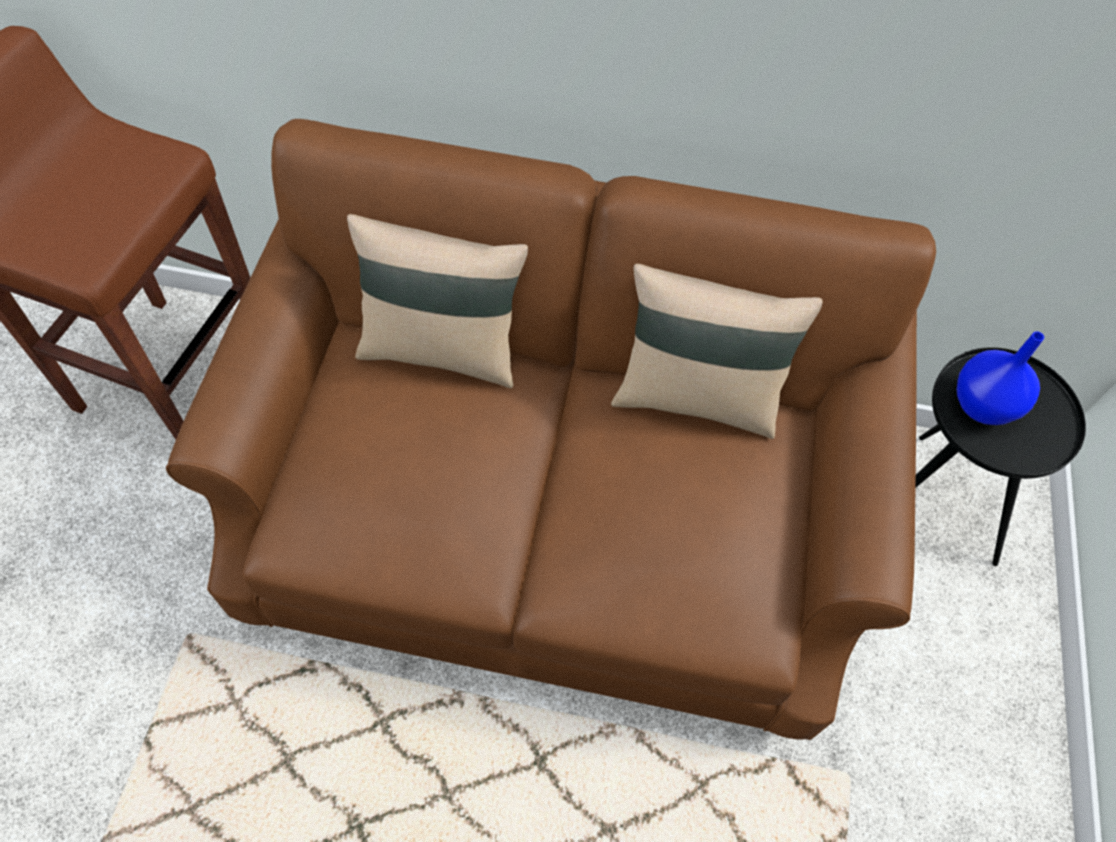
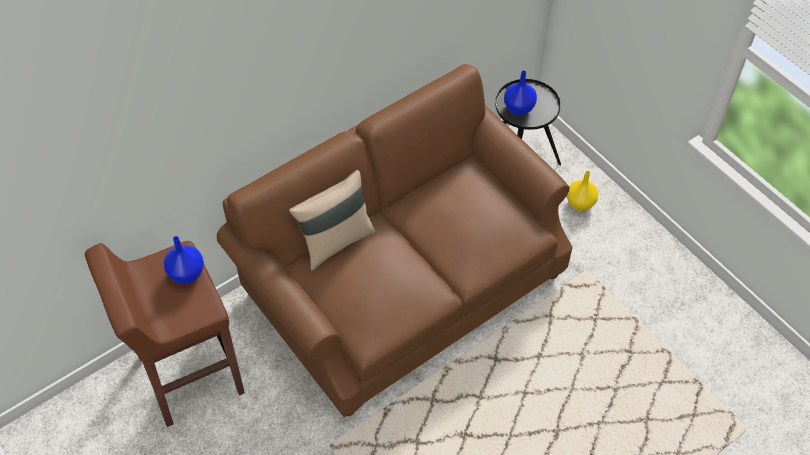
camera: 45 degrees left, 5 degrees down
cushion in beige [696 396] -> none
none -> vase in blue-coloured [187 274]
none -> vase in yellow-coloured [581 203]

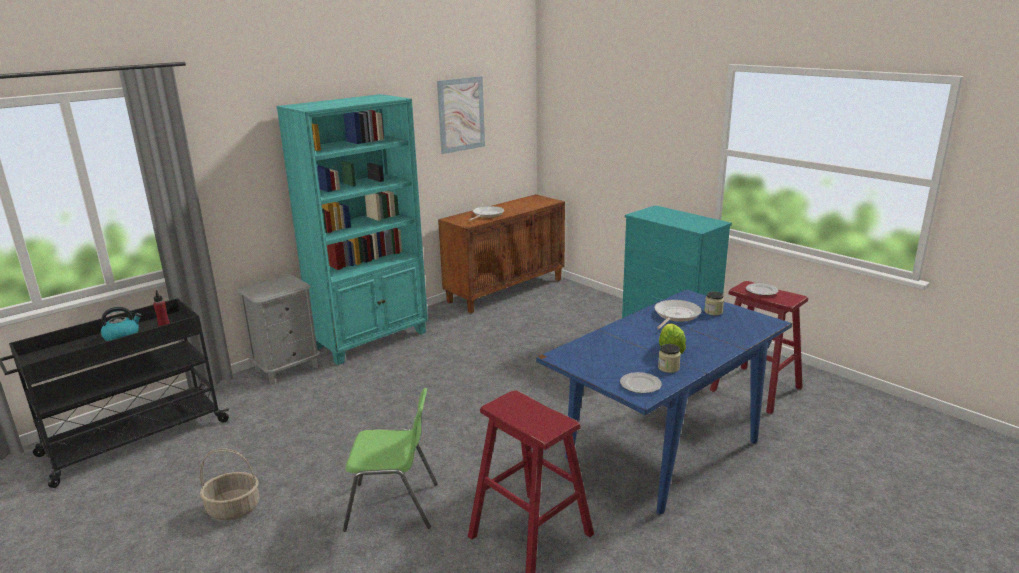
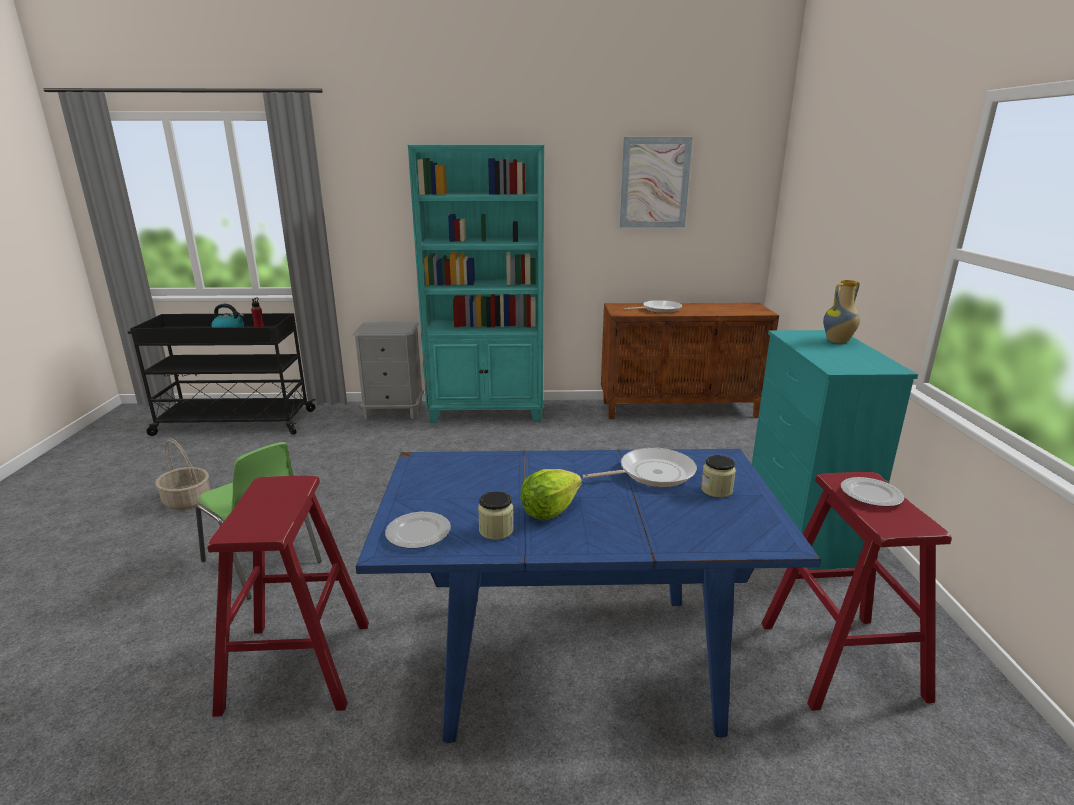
camera: 40 degrees right, 0 degrees up
none -> vase [838 341]

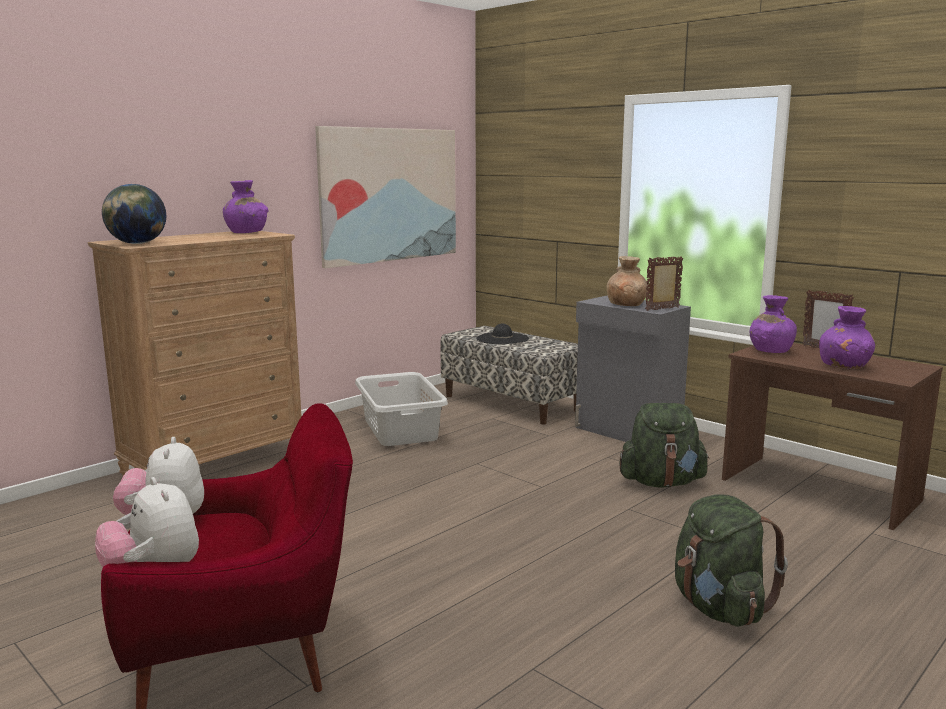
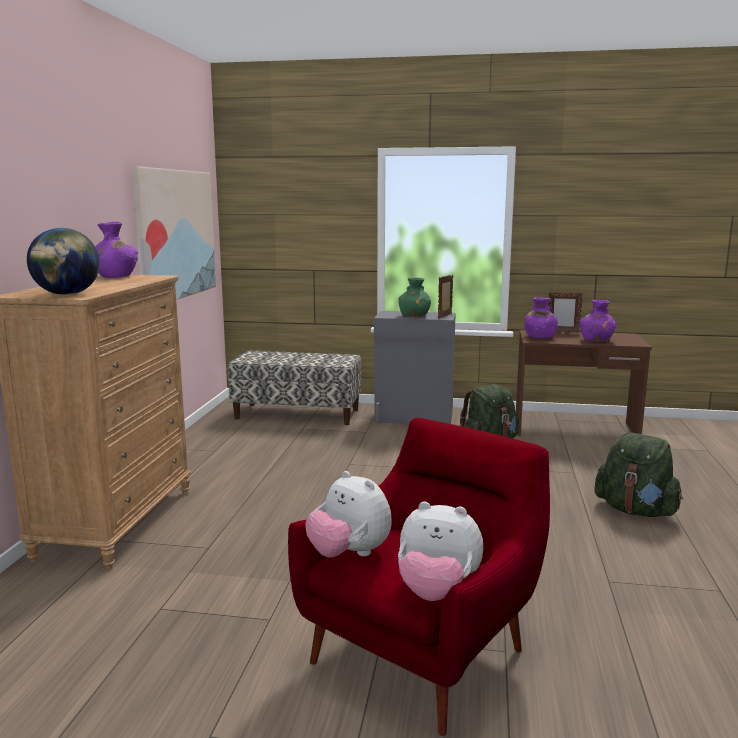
camera: 35 degrees left, 0 degrees up
laundry basket in greyish [399 429] -> none
wearable hat in blackish [502 338] -> none
vase in brownish [626 305] -> vase in green [414 316]

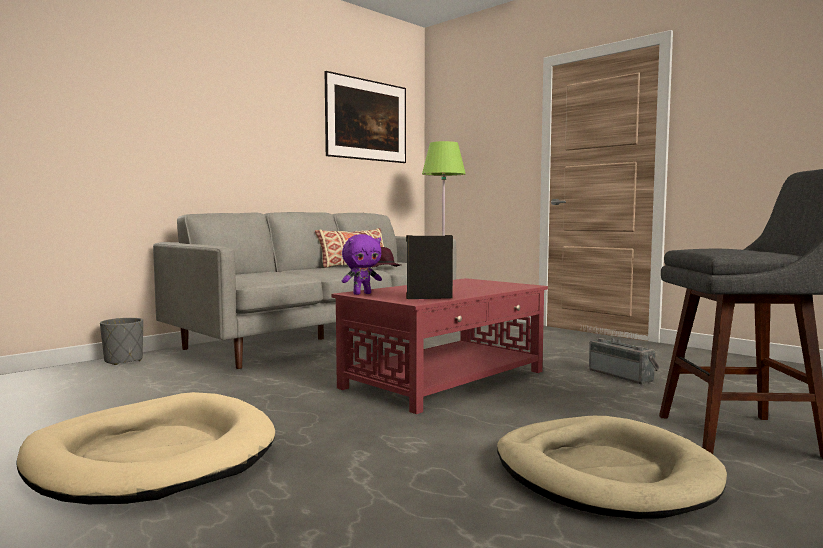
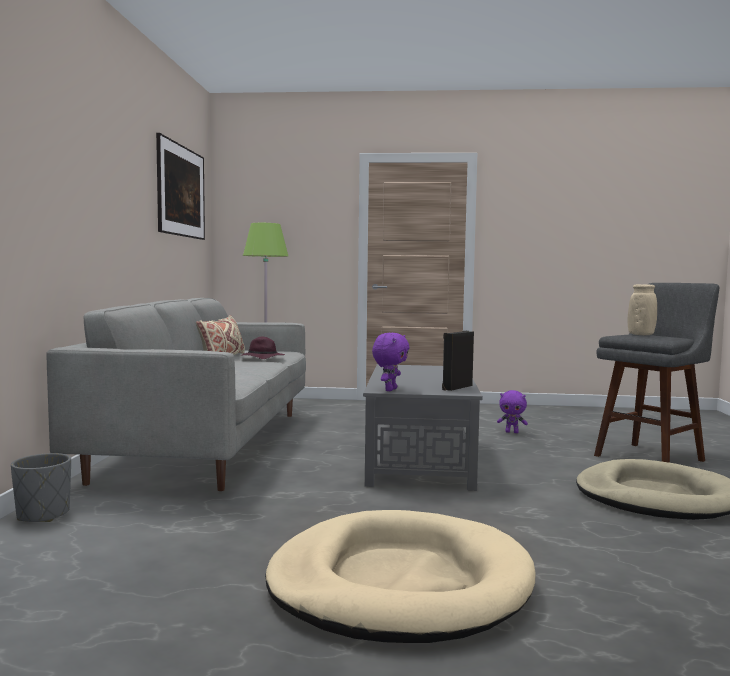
camera: 40 degrees left, 0 degrees up
low table in red-coloured [445 379] -> low table in greyish [420 459]
radio [622 375] -> cuddly toy in purple-coloured [512 432]
none -> vase in beige [641 335]

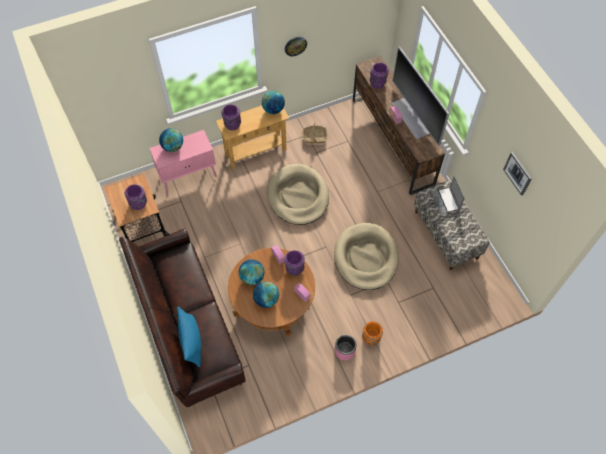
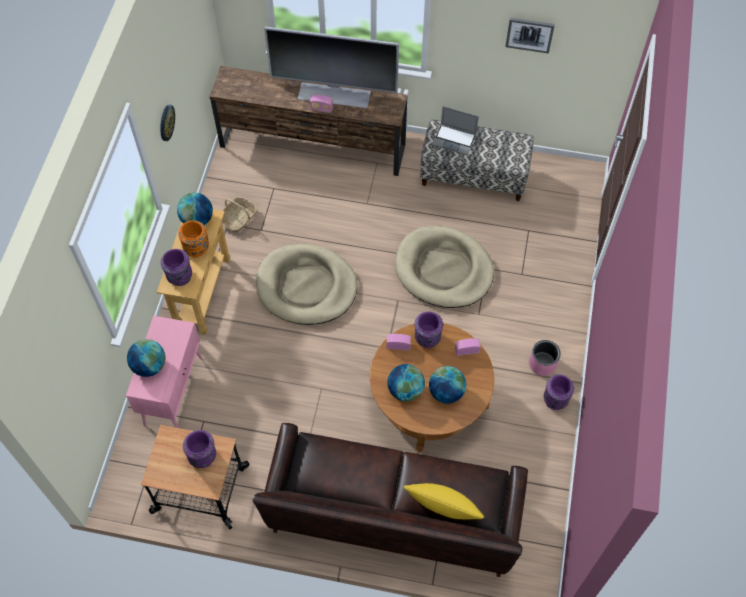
camera: 55 degrees left, 0 degrees up
cushion in blue-coloured [191 341] -> cushion in yellow-coloured [443 507]
vase in orange-coloured [371 338] -> vase in orange-coloured [197 248], move
vase in purple-coloured [377 83] -> vase in purple-coloured [555 399], move

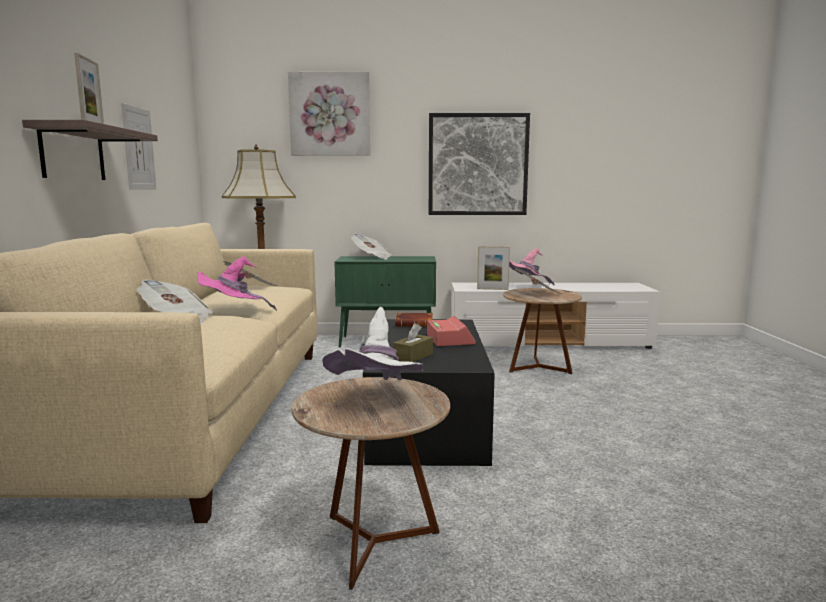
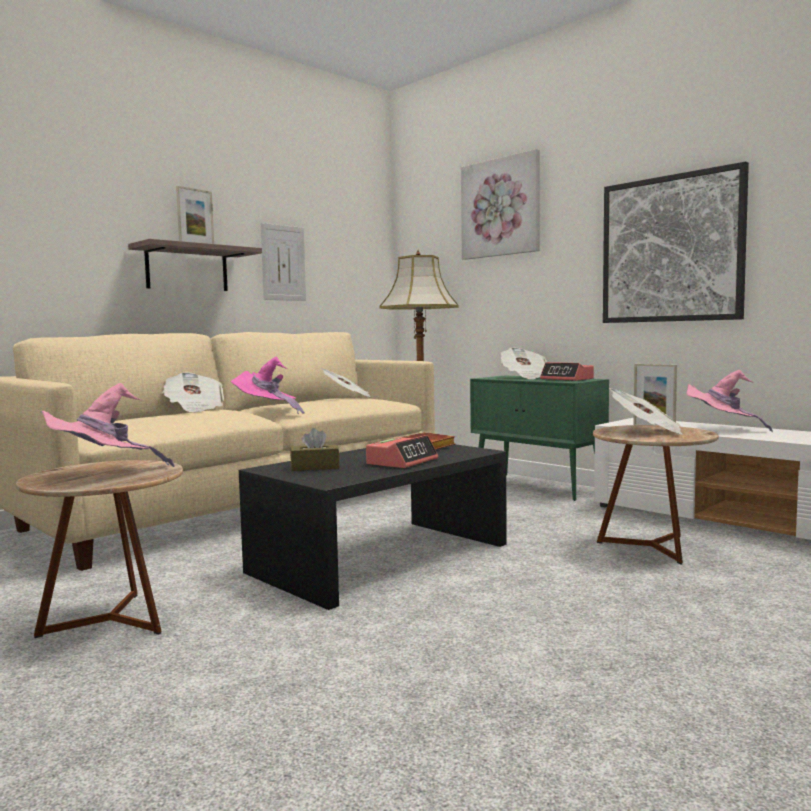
camera: 45 degrees right, 5 degrees down
wearable hat in white [377 401] -> wearable hat in pink-coloured [104 474]
none -> table clock [567 379]

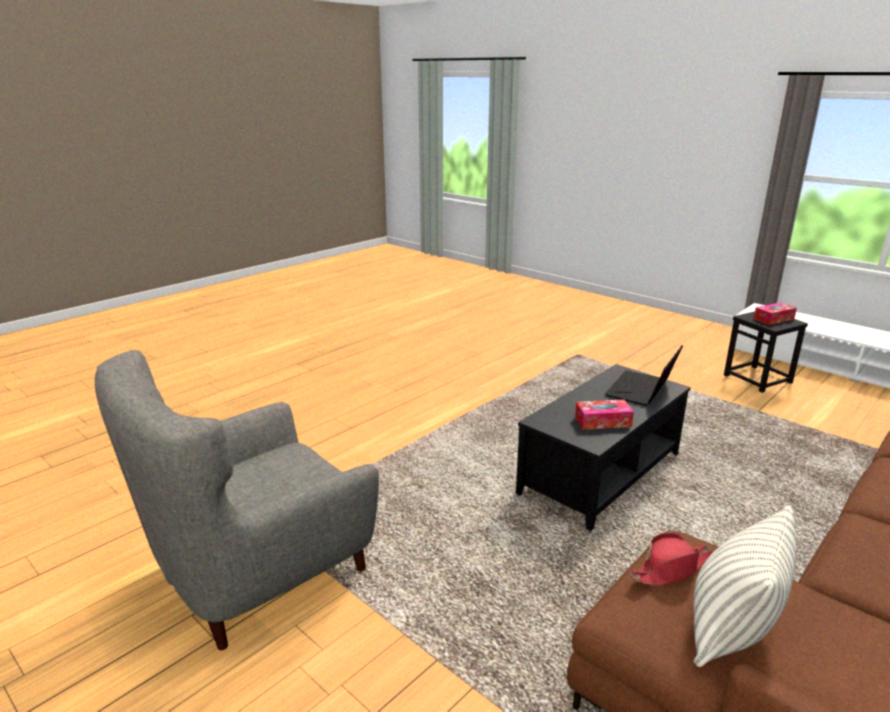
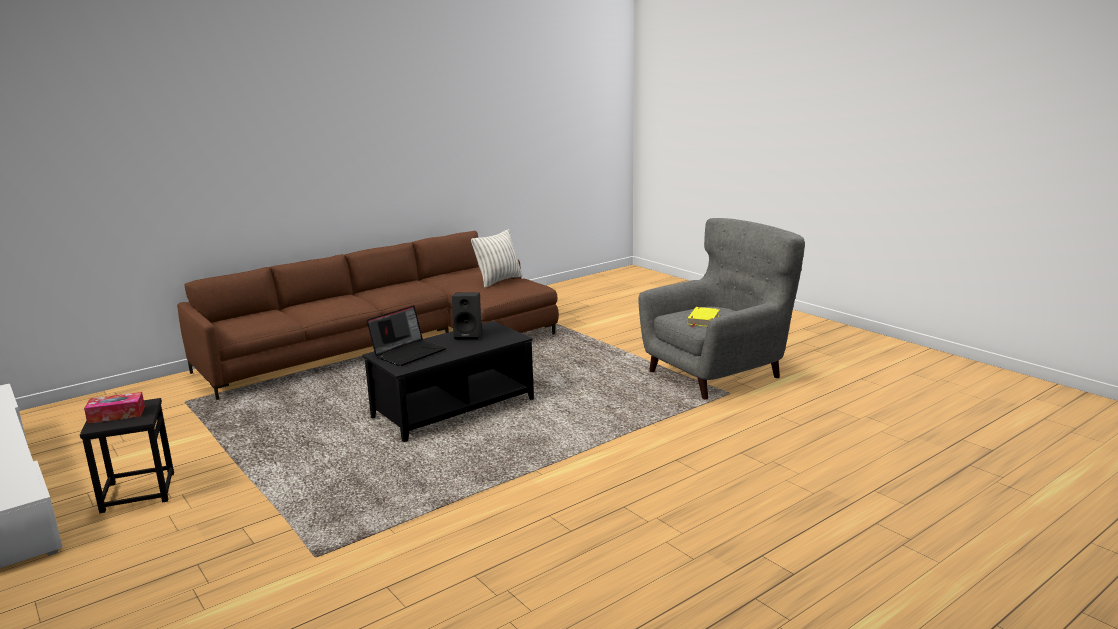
camera: 170 degrees left, 5 degrees down
tissue box [602 421] -> speaker in blackish [469 335]
wearable hat in red-coloured [671 568] -> none
none -> volume in yellow-coloured [703 320]

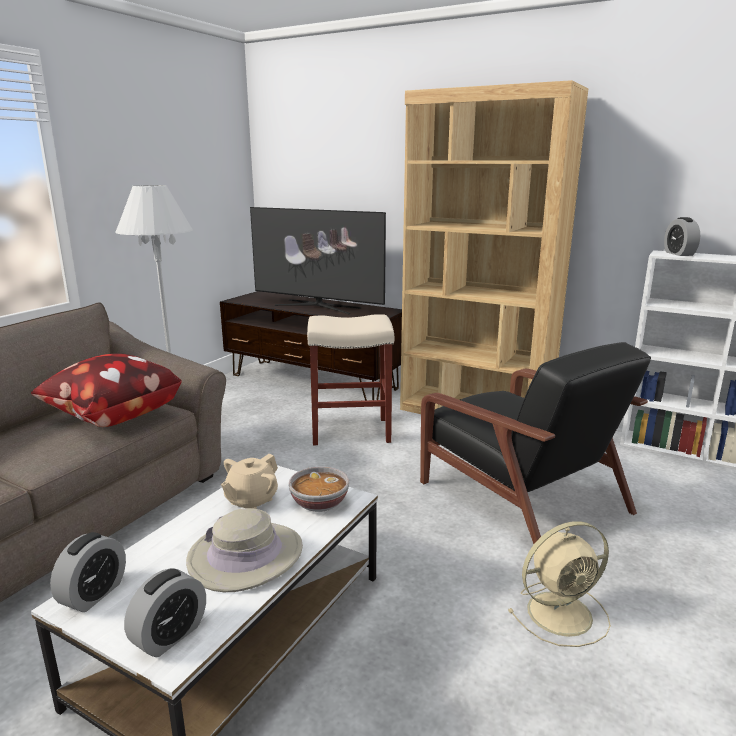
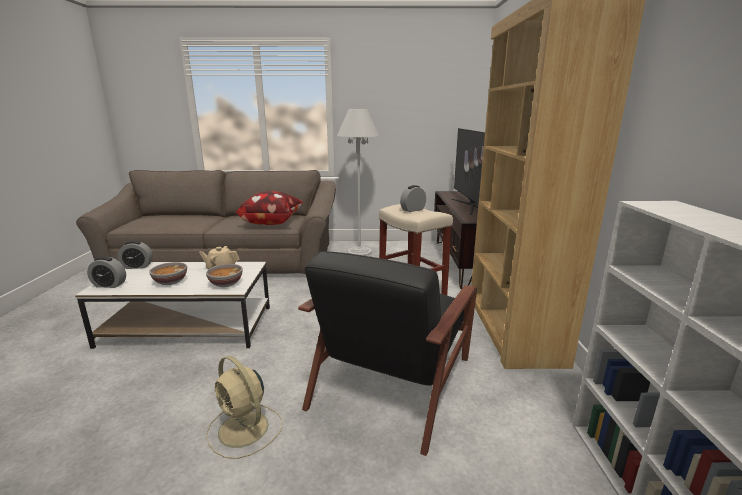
camera: 60 degrees right, 0 degrees up
wearable hat in beige [245 556] -> deep dish [170 281]
table clock [679 254] -> table clock [413 210], move

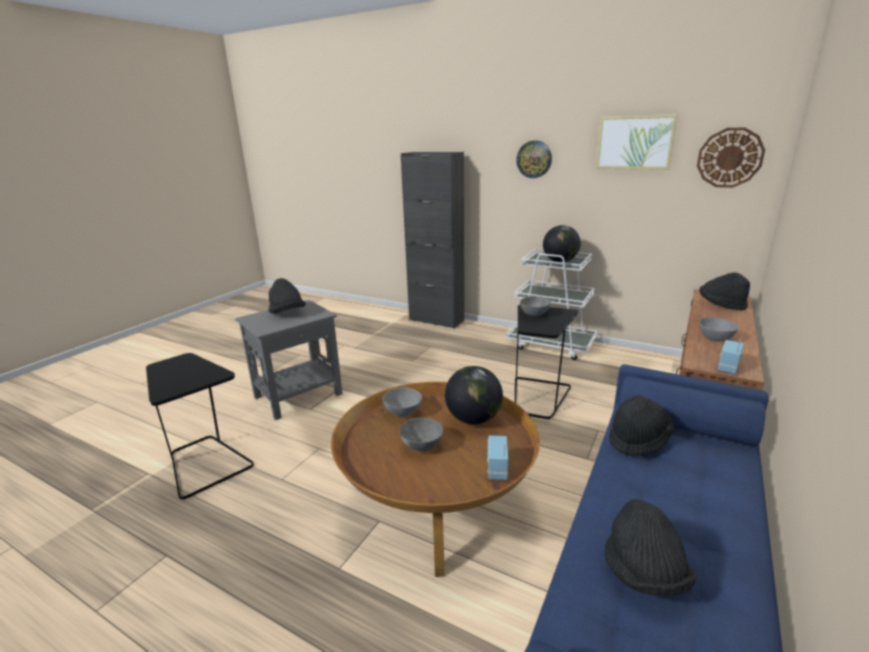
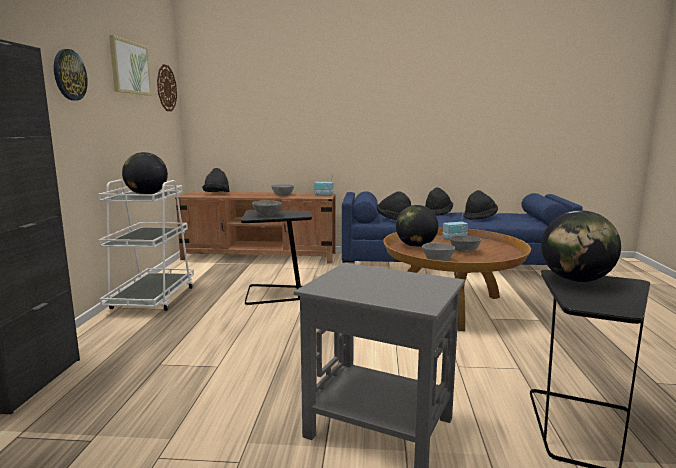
camera: 115 degrees left, 10 degrees down
wearable hat in blackish [287 313] -> wearable hat in blackish [438 213], move
none -> globe [575 280]

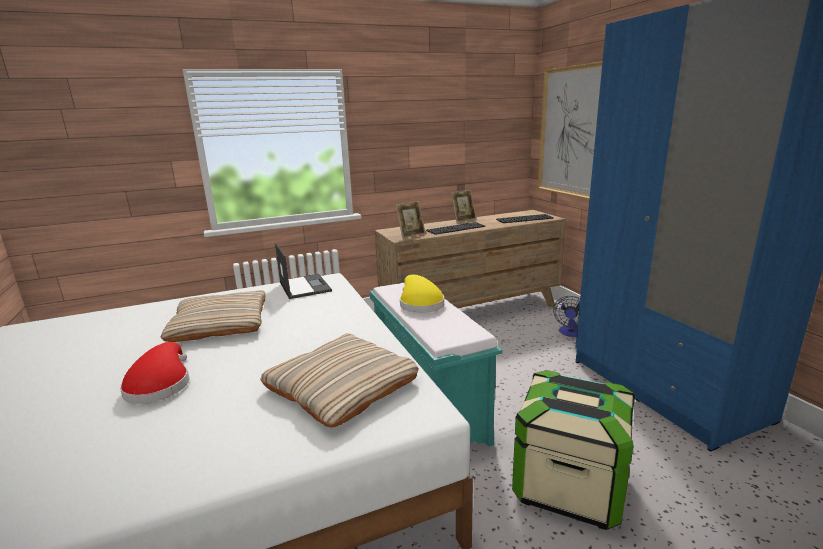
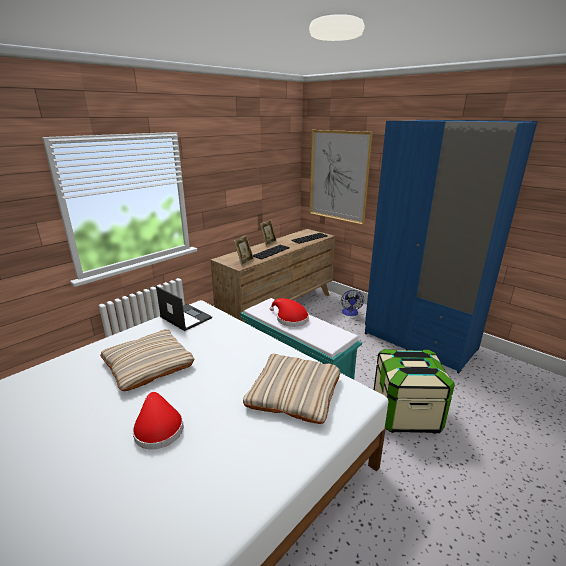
camera: 25 degrees left, 5 degrees up
wearable hat in yellow-coloured [419 304] -> wearable hat in red-coloured [290 318]

